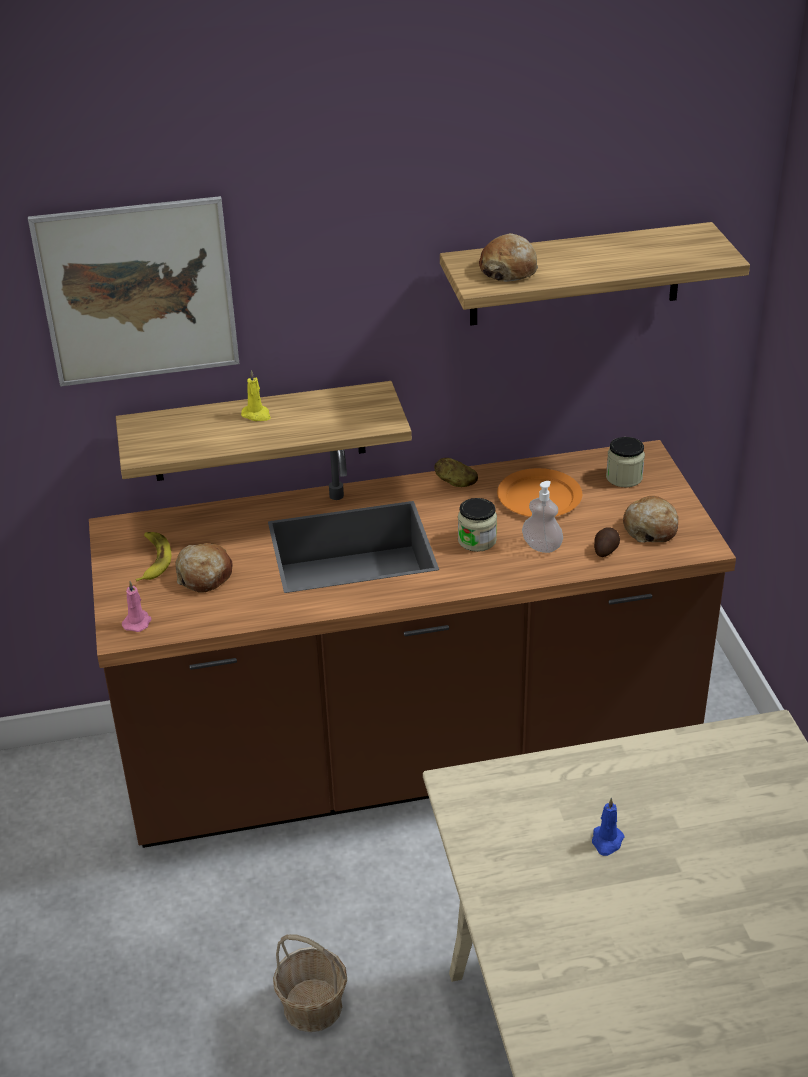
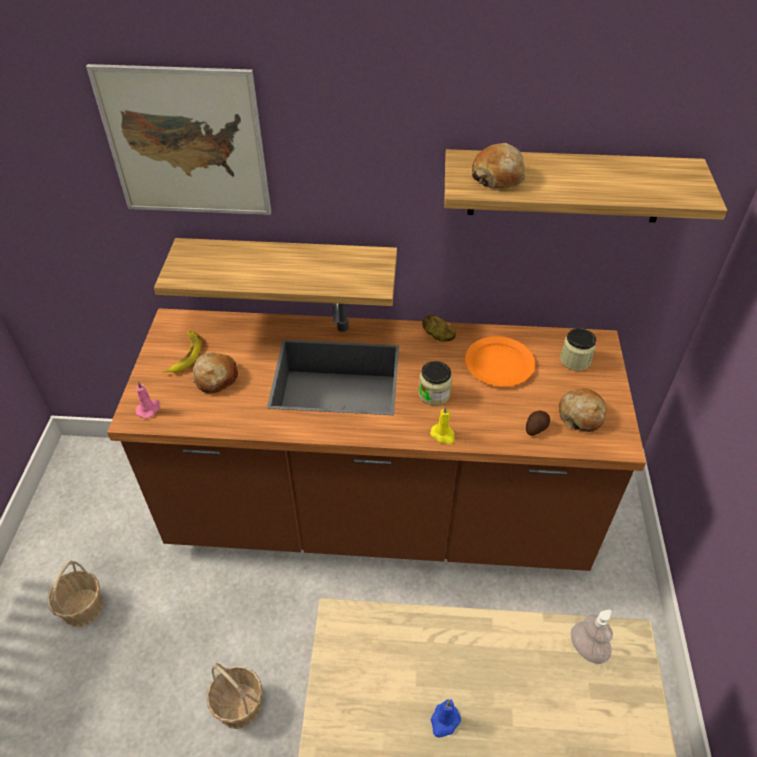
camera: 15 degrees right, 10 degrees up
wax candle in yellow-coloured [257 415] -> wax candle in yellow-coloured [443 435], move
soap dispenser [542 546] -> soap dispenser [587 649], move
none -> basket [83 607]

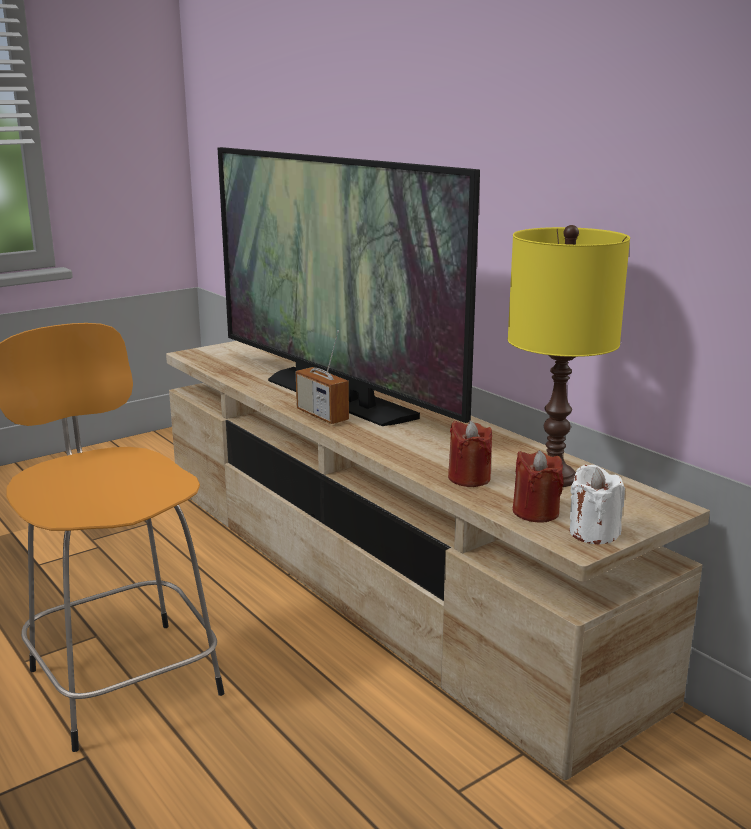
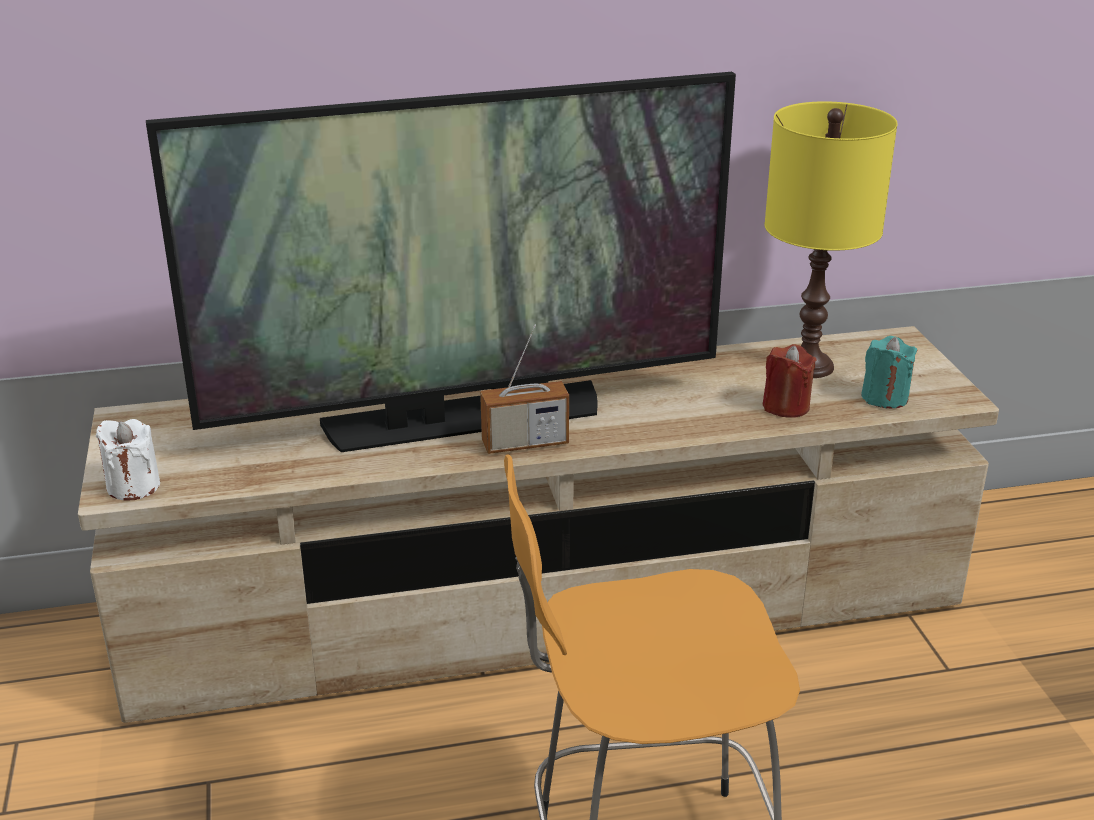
camera: 65 degrees left, 10 degrees up
wax candle in red-coloured [535 512] -> wax candle in turquoise-coloured [884 398]
wax candle in white [593 533] -> wax candle in white [133 486], move

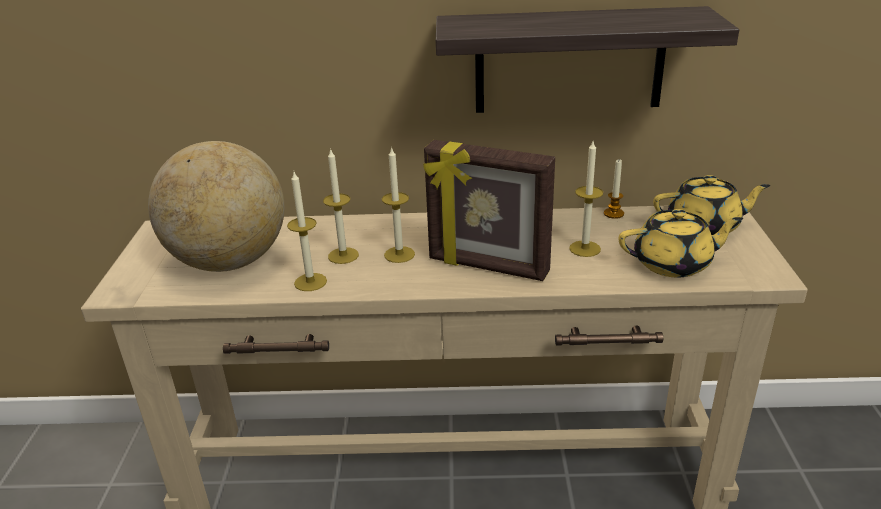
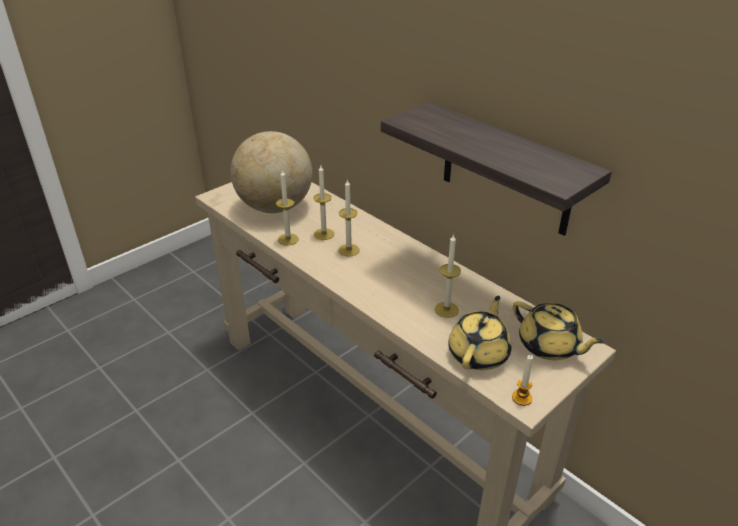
camera: 45 degrees right, 5 degrees up
photo frame [487 267] -> none
wax candle [613 214] -> wax candle [522 398], move
teapot in yellow-coloured [674 264] -> teapot in yellow-coloured [479 353], 105 degrees counterclockwise

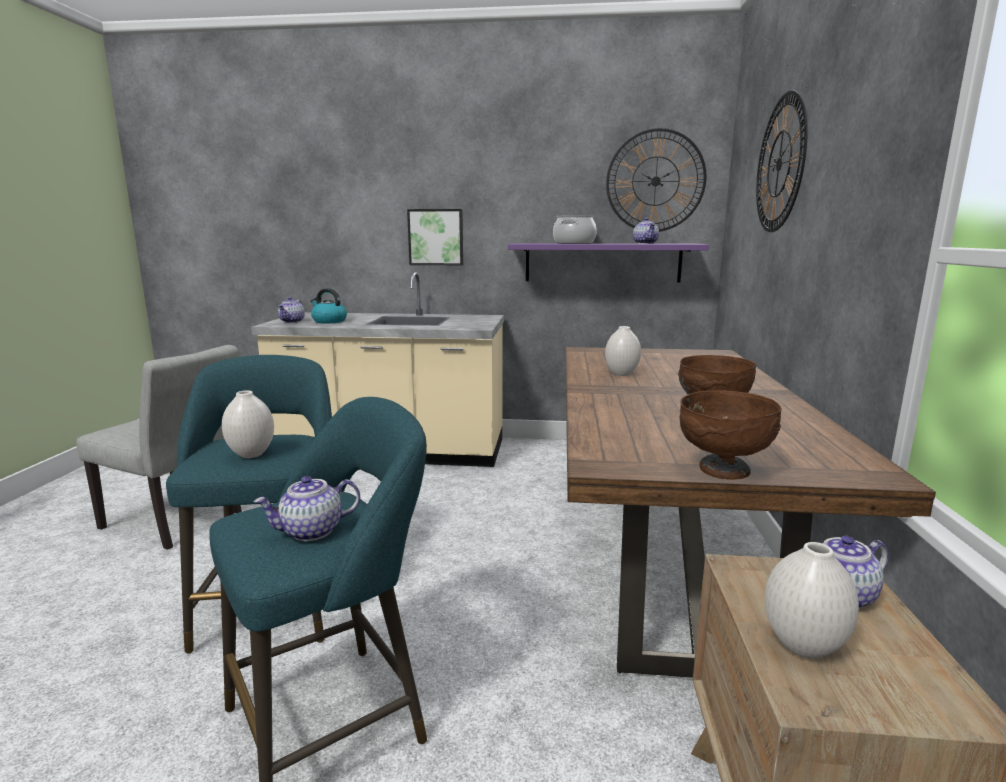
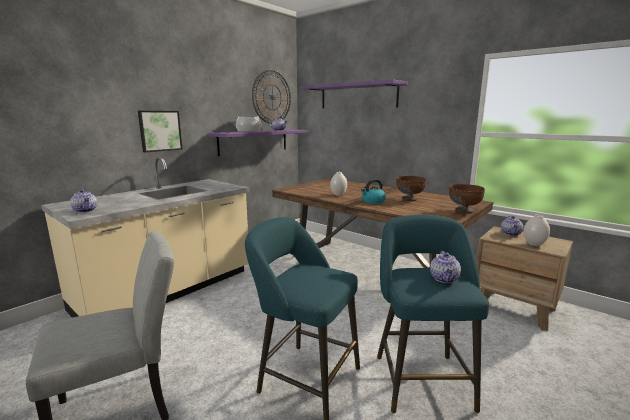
camera: 55 degrees left, 0 degrees up
vase in white [251 454] -> none
kettle [329 321] -> kettle [373 201], move
wall clock [779 164] -> wall shelf in purple-coloured [357 96]

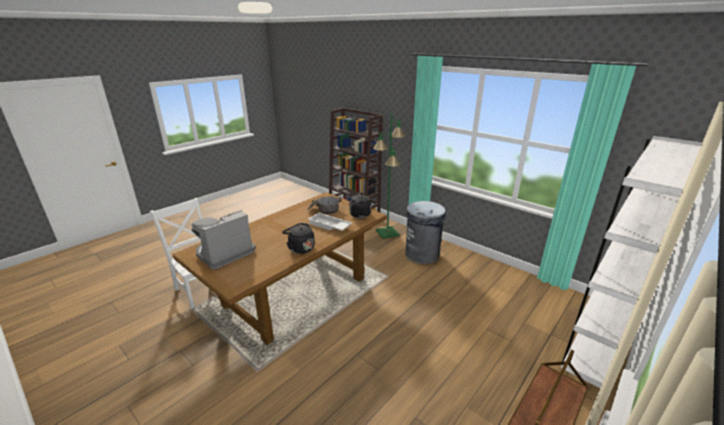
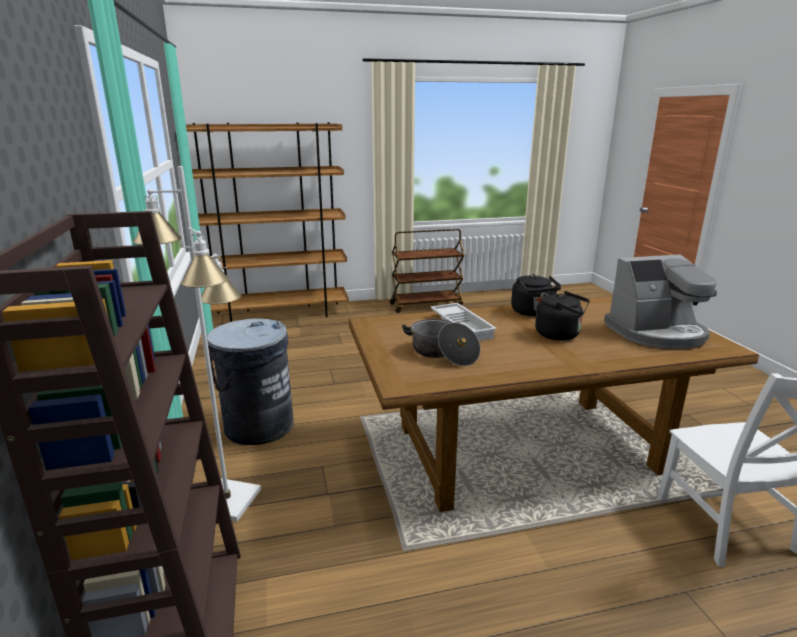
camera: 145 degrees left, 5 degrees down
kettle in blackish [358 215] -> kettle in blackish [560 335], move
standing lamp in green [387 233] -> standing lamp in white [227 500]
bookcase in white [598 344] -> bookcase in brownish [279 314]

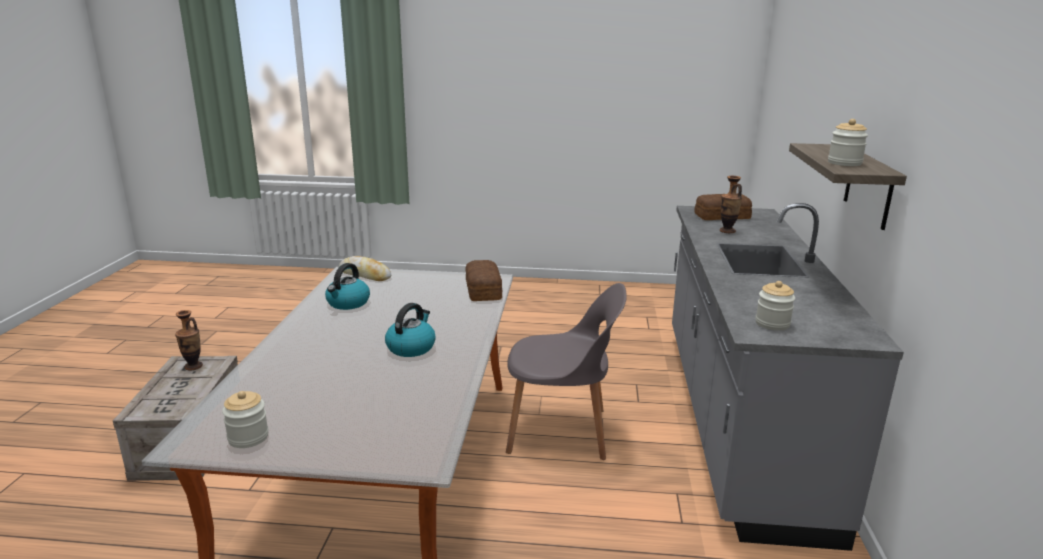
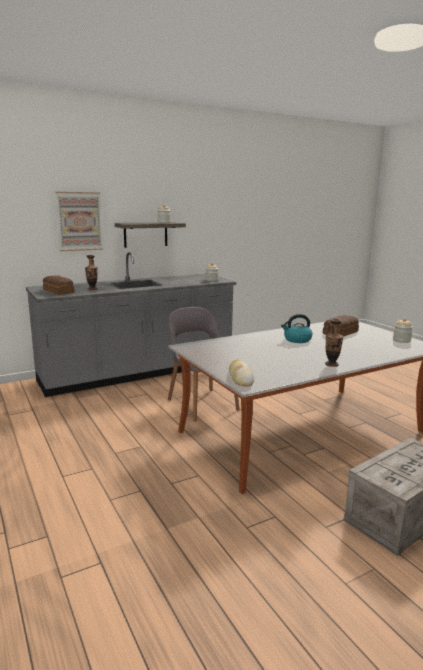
camera: 125 degrees left, 5 degrees down
vase [193 366] -> vase [331 364], move
kettle [348 303] -> none
bread [482 290] -> bread [341 333], move
none -> wall picture [79 221]

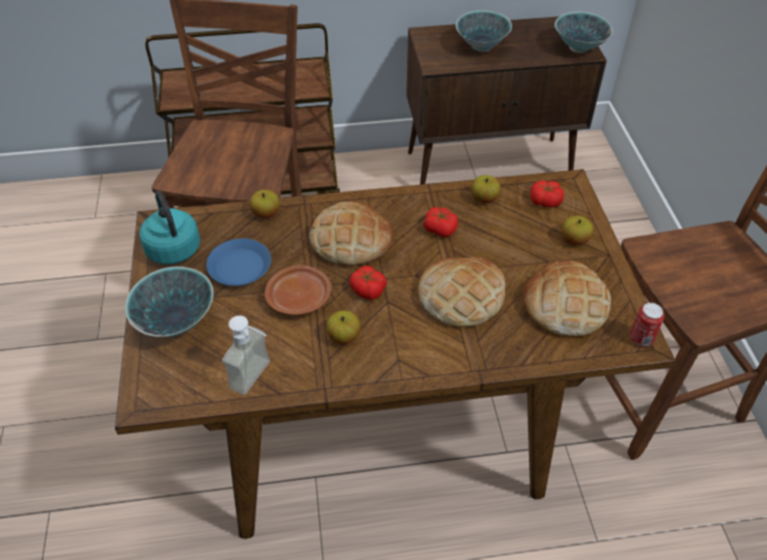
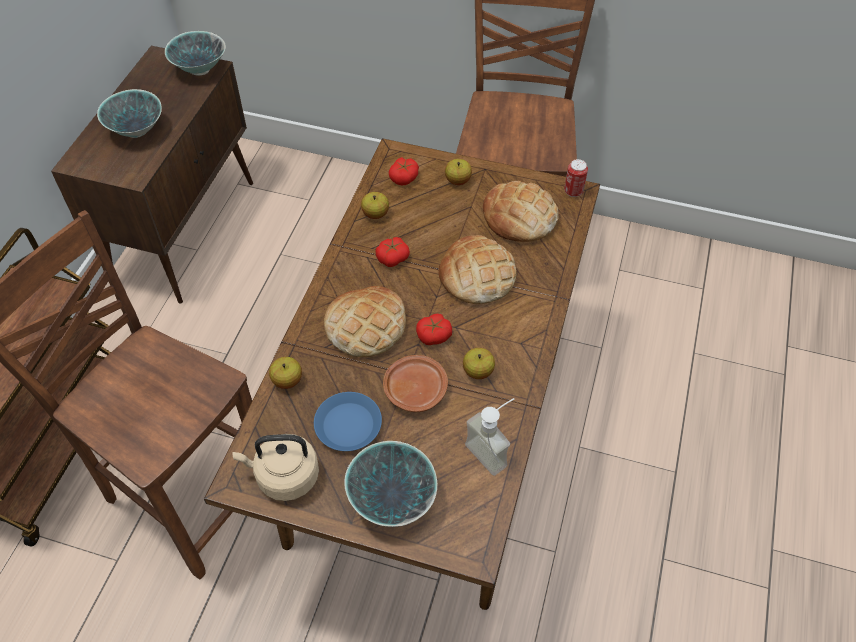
camera: 65 degrees left, 5 degrees up
kettle in turquoise-coloured [173 247] -> kettle in beige [284 477]

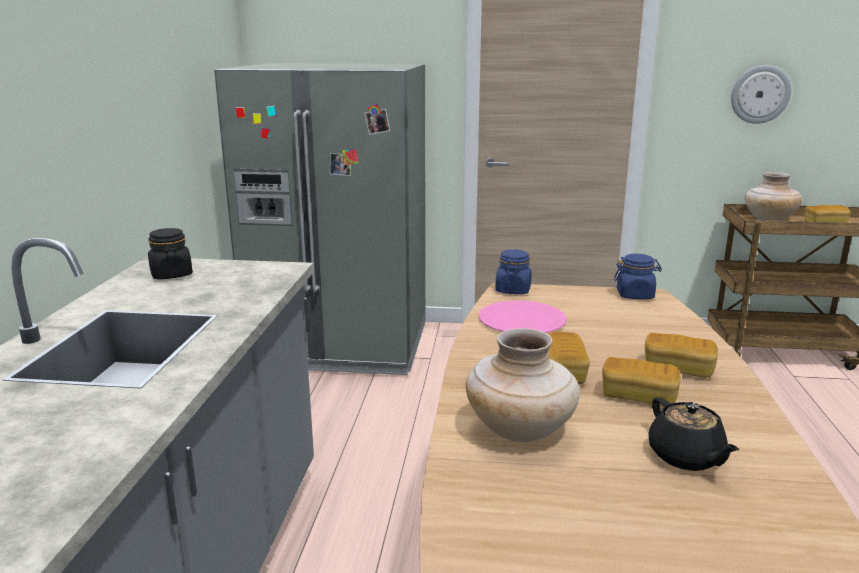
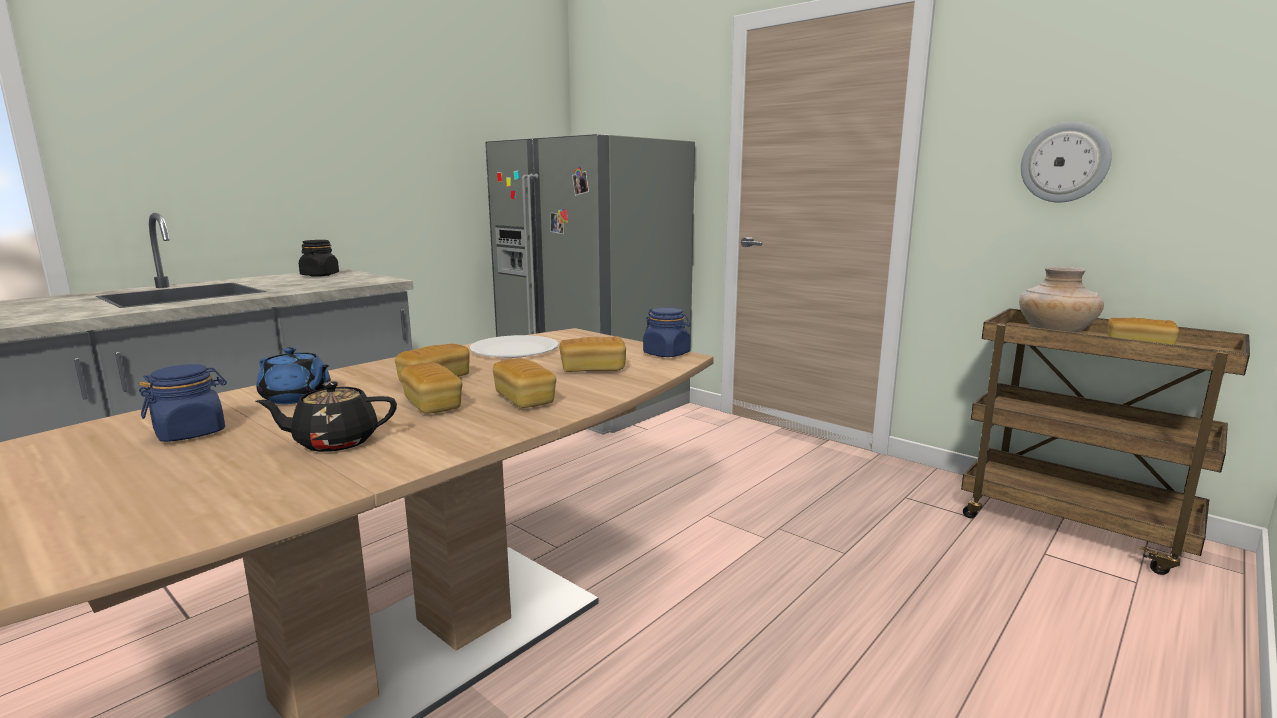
camera: 35 degrees right, 5 degrees down
vase in beige [520 430] -> teapot in blue-coloured [297 398]
dinner plate in pink-coloured [521 320] -> dinner plate in white [514 349]
storage jar in blue-coloured [513 290] -> storage jar in blue-coloured [191 433], move
teapot in blackish [686 457] -> teapot in blackish [334 442], 60 degrees clockwise
none -> bread [593 369]

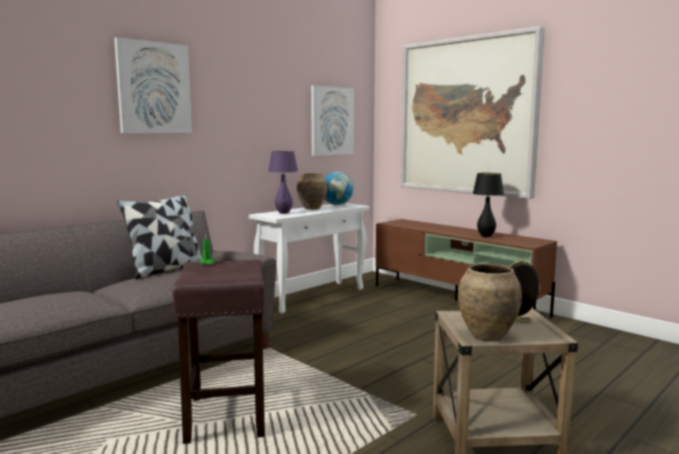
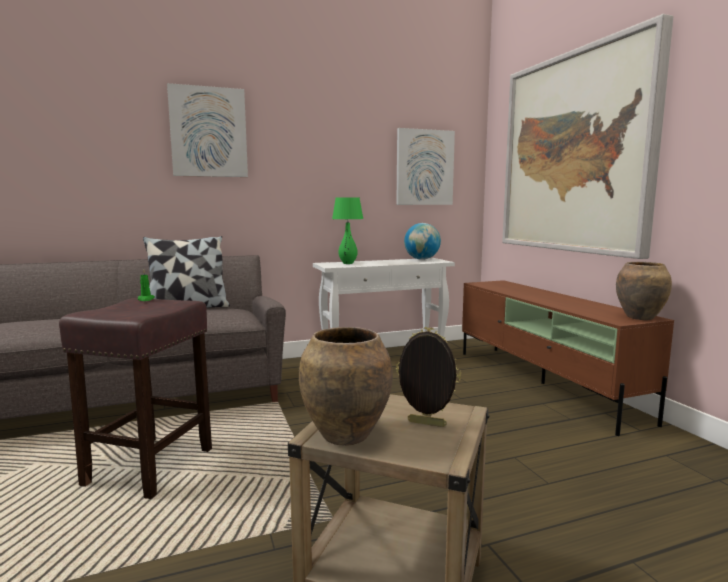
camera: 25 degrees right, 0 degrees up
table lamp in purple-coloured [283 213] -> table lamp in green [348 263]
vase in brownish [312 208] -> vase in brownish [640 317], move
table lamp in blackish [486 236] -> none

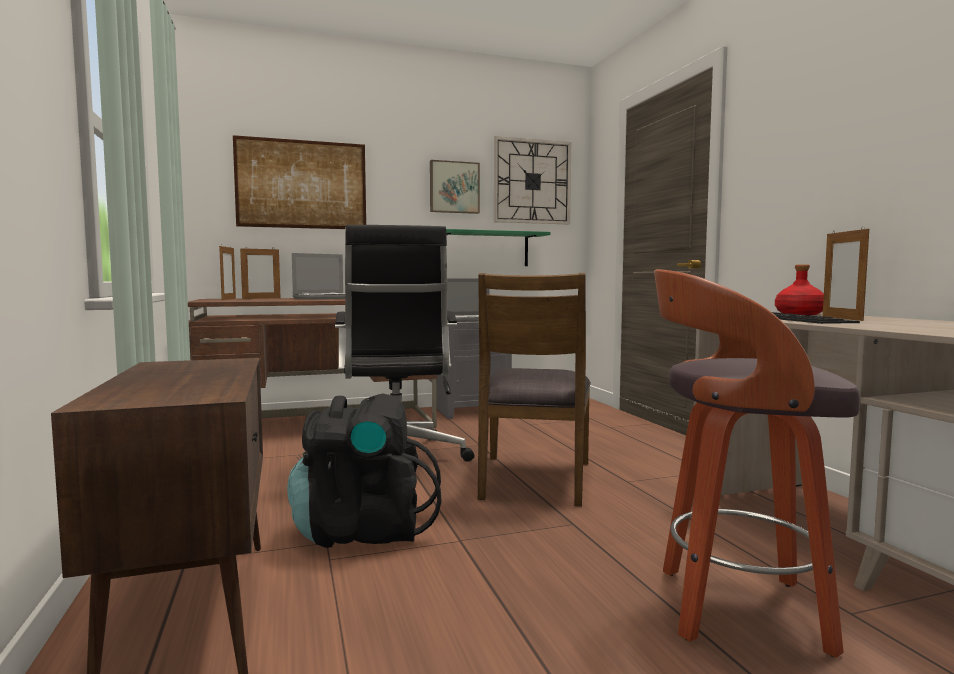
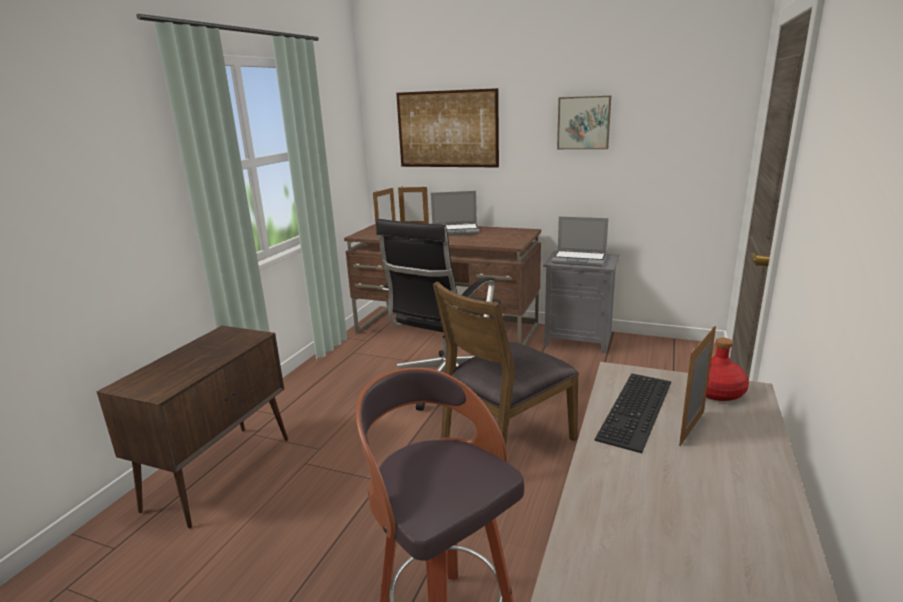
camera: 40 degrees right, 15 degrees up
knapsack in blackish [363 531] -> none
wall shelf in green [485 249] -> none
wall clock [532 181] -> none

